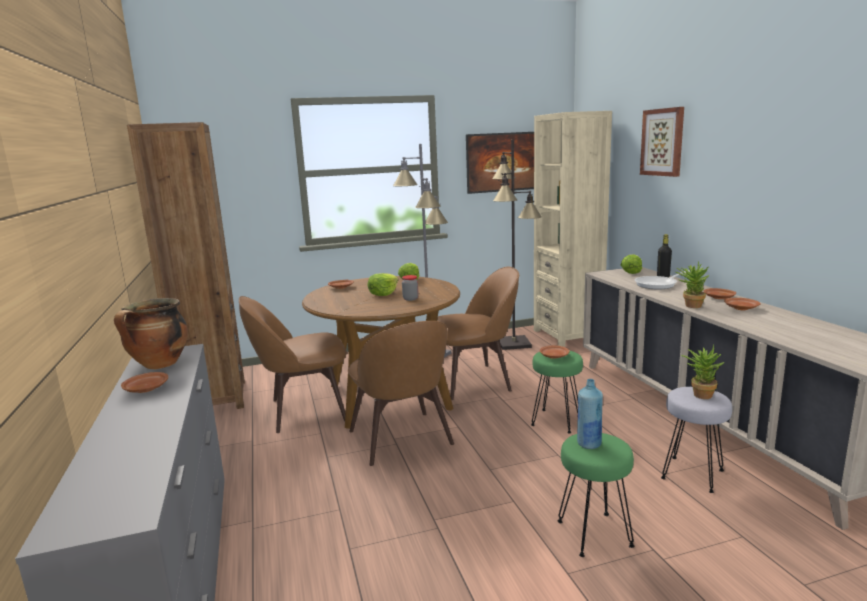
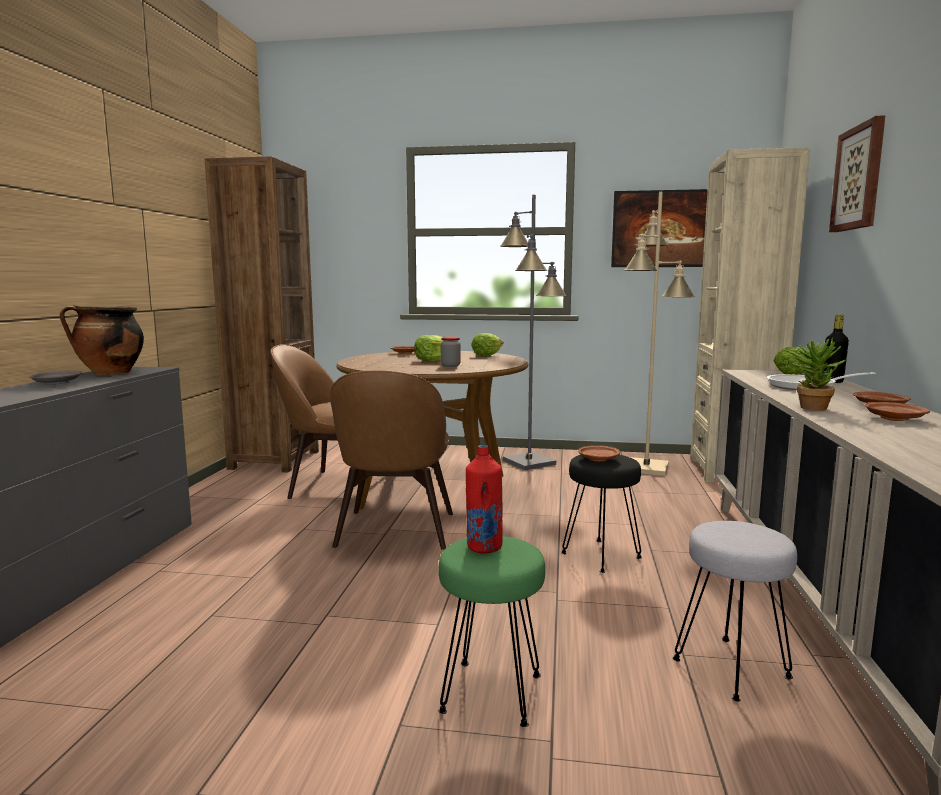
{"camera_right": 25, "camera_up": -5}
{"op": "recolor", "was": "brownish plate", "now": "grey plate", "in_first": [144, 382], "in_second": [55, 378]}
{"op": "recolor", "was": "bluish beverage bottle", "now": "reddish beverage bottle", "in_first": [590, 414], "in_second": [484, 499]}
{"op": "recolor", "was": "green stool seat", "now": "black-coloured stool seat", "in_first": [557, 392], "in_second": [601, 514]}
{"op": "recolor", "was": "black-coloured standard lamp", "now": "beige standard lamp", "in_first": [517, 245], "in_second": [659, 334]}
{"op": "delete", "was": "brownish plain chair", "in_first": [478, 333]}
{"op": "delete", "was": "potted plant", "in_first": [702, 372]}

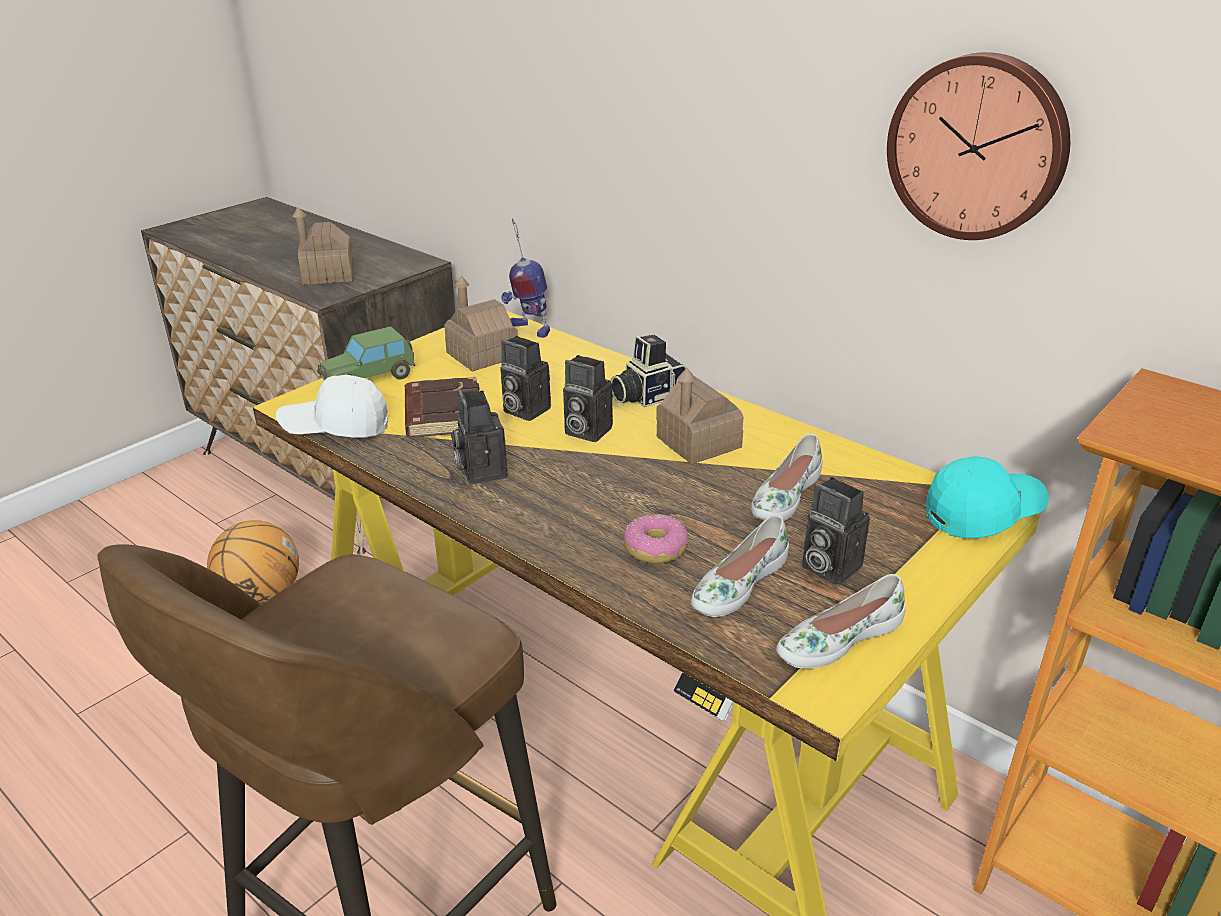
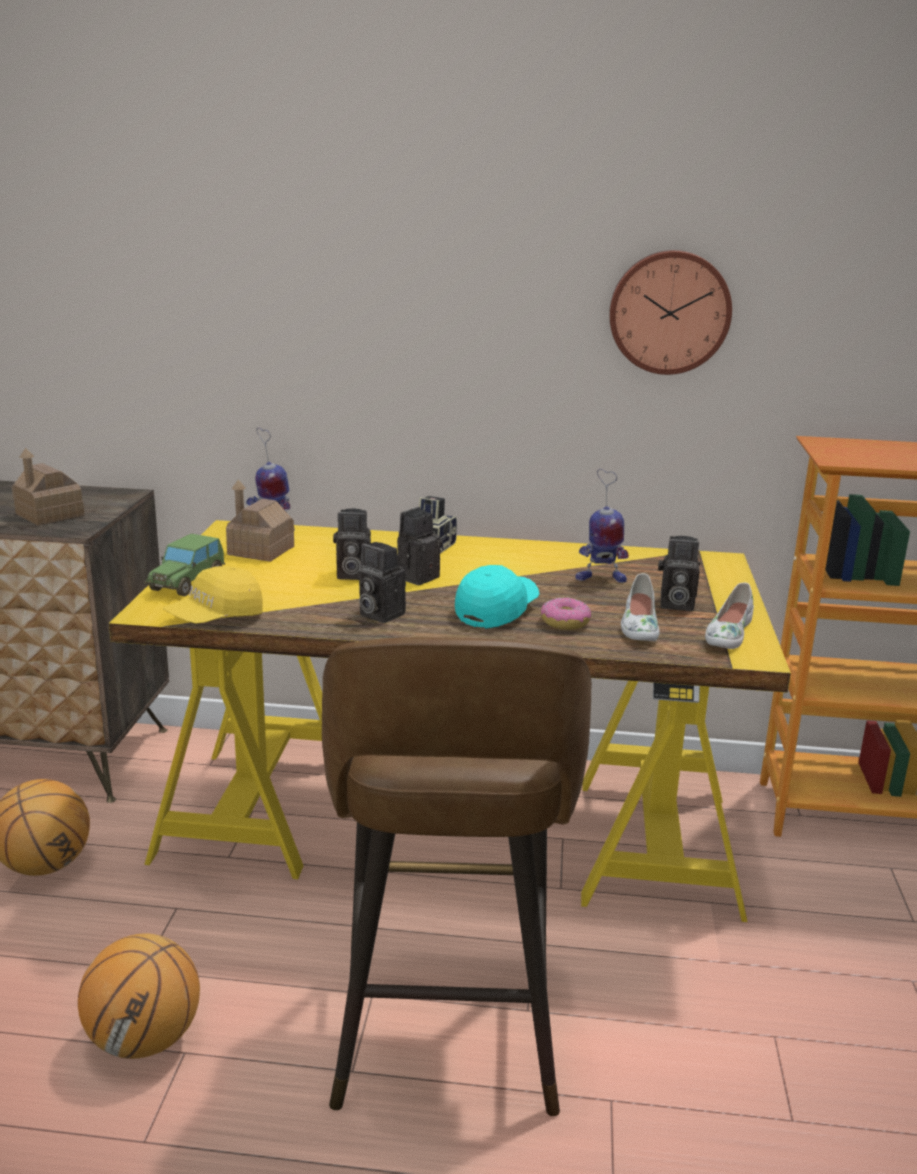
{"camera_right": -35, "camera_up": -10}
{"op": "insert", "now": "ball for basketball", "in_second": [139, 996]}
{"op": "recolor", "was": "whitish cap", "now": "yellowish cap", "in_first": [332, 406], "in_second": [213, 595]}
{"op": "rotate", "was": "photo camera", "in_first": [588, 398], "in_second": [419, 546], "clockwise": 135}
{"op": "move", "was": "turquoise-coloured cap", "in_first": [987, 497], "in_second": [497, 597]}
{"op": "replace", "was": "whitish item of footwear", "now": "model robot", "in_first": [787, 477], "in_second": [602, 526]}
{"op": "delete", "was": "brownish book", "in_first": [442, 407]}
{"op": "delete", "was": "model house", "in_first": [699, 416]}

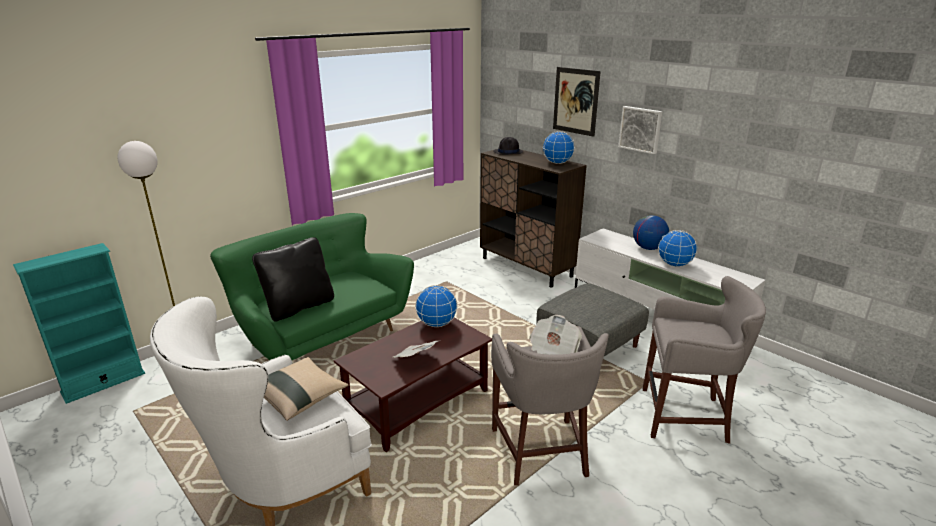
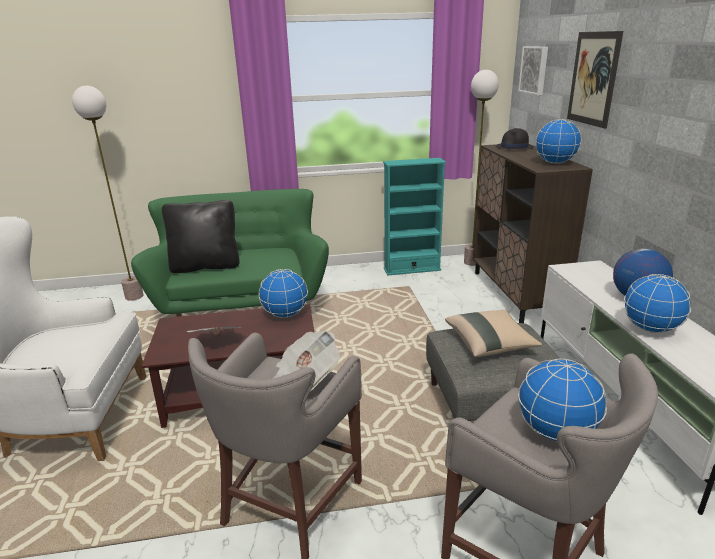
{"camera_right": 35, "camera_up": 0}
{"op": "move", "was": "turquoise-coloured bookcase", "in_first": [79, 323], "in_second": [414, 216]}
{"op": "move", "was": "beige pillow", "in_first": [306, 389], "in_second": [493, 333]}
{"op": "insert", "now": "standard lamp", "in_second": [481, 168]}
{"op": "move", "was": "picture", "in_first": [640, 130], "in_second": [533, 70]}
{"op": "insert", "now": "globe", "in_second": [562, 400]}

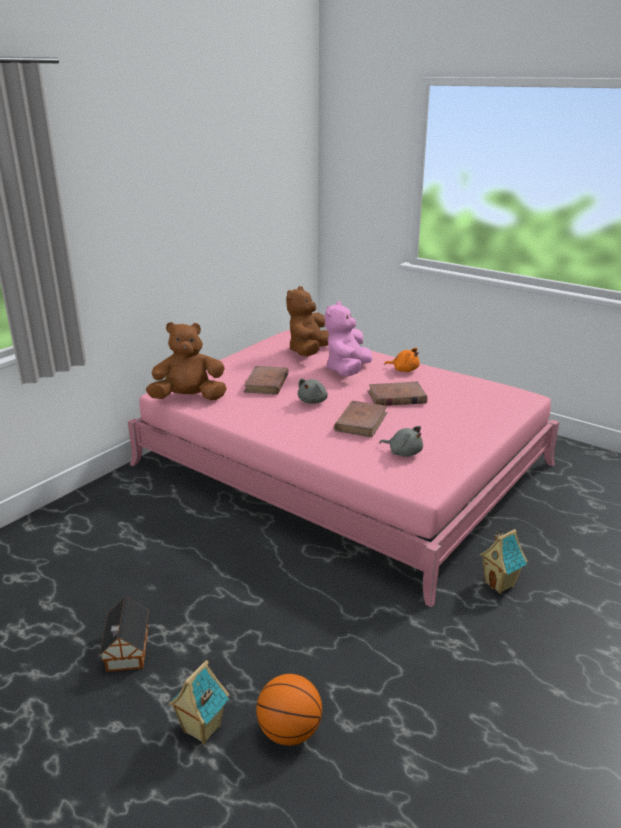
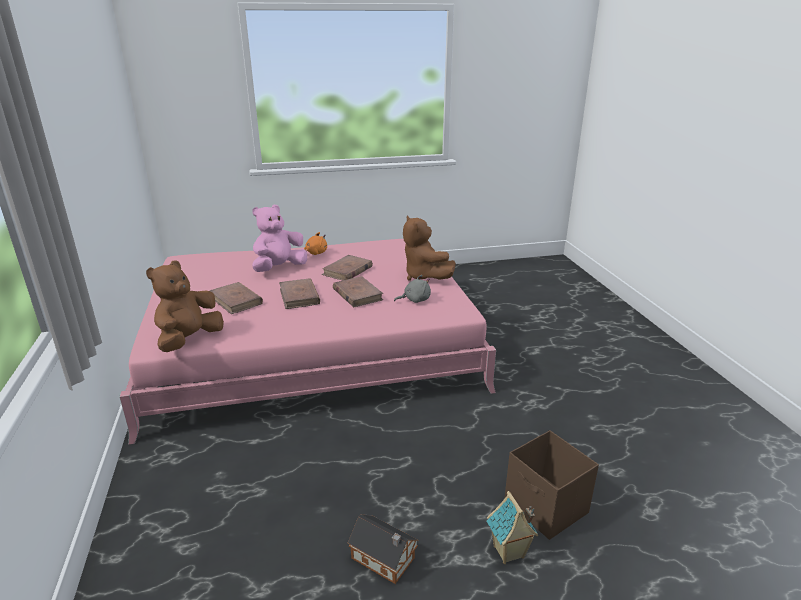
{"camera_right": -50, "camera_up": 0}
{"op": "rotate", "was": "pink cuddly toy", "in_first": [348, 338], "in_second": [279, 238], "clockwise": 75}
{"op": "replace", "was": "grey cuddly toy", "now": "brownish book", "in_first": [313, 391], "in_second": [299, 293]}
{"op": "move", "was": "brownish cuddly toy", "in_first": [307, 321], "in_second": [429, 248]}
{"op": "replace", "was": "ball for basketball", "now": "brownish storage box", "in_first": [289, 710], "in_second": [551, 485]}
{"op": "delete", "was": "model house", "in_first": [503, 560]}

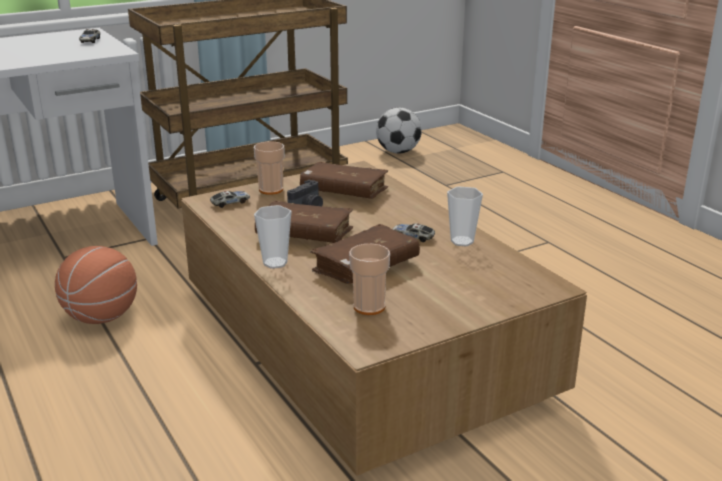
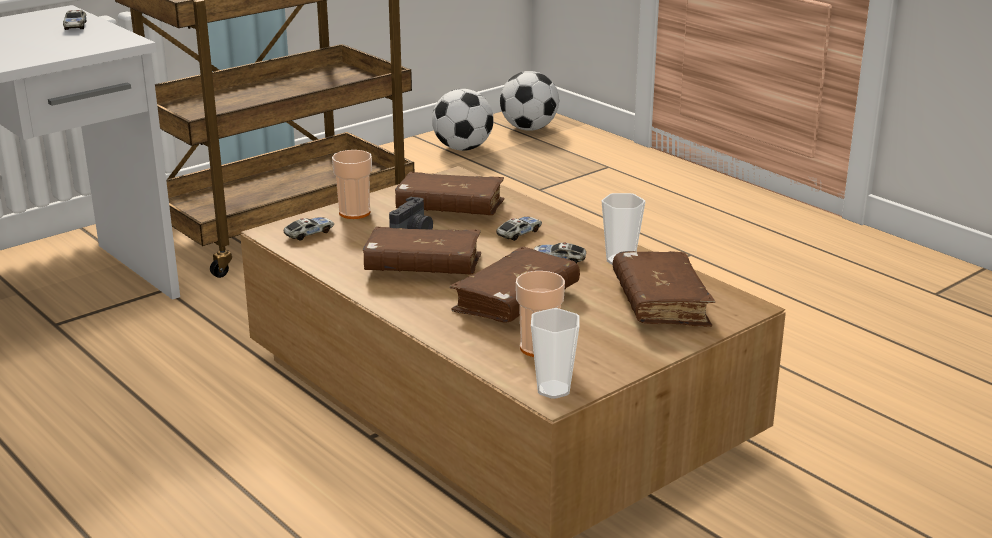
{"camera_right": -10, "camera_up": 0}
{"op": "insert", "now": "model car", "in_second": [519, 229]}
{"op": "insert", "now": "ball for football", "in_second": [529, 101]}
{"op": "move", "was": "drinking cup", "in_first": [273, 237], "in_second": [555, 353]}
{"op": "insert", "now": "brownish book", "in_second": [664, 289]}
{"op": "delete", "was": "ball for basketball", "in_first": [96, 285]}

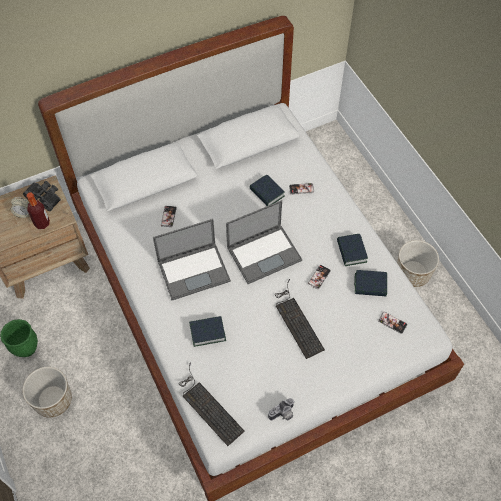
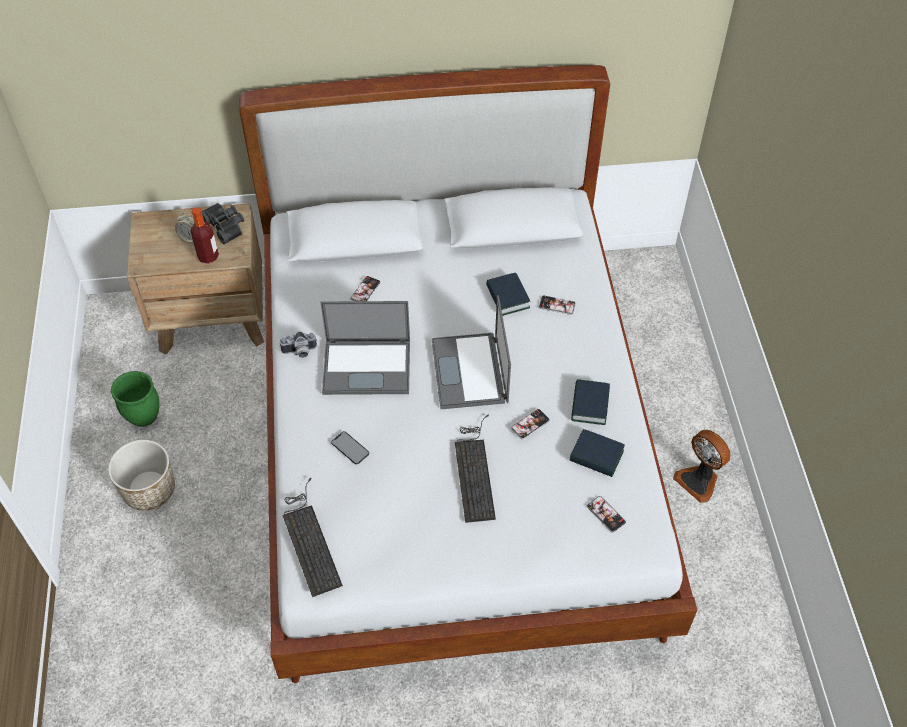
{"camera_right": 20, "camera_up": -5}
{"op": "move", "was": "photo camera", "in_first": [281, 409], "in_second": [298, 345]}
{"op": "replace", "was": "book", "now": "telephone", "in_first": [207, 331], "in_second": [350, 447]}
{"op": "rotate", "was": "notebook computer", "in_first": [264, 242], "in_second": [471, 352], "clockwise": 90}
{"op": "replace", "was": "plant pot", "now": "cooling fan", "in_first": [418, 263], "in_second": [701, 466]}

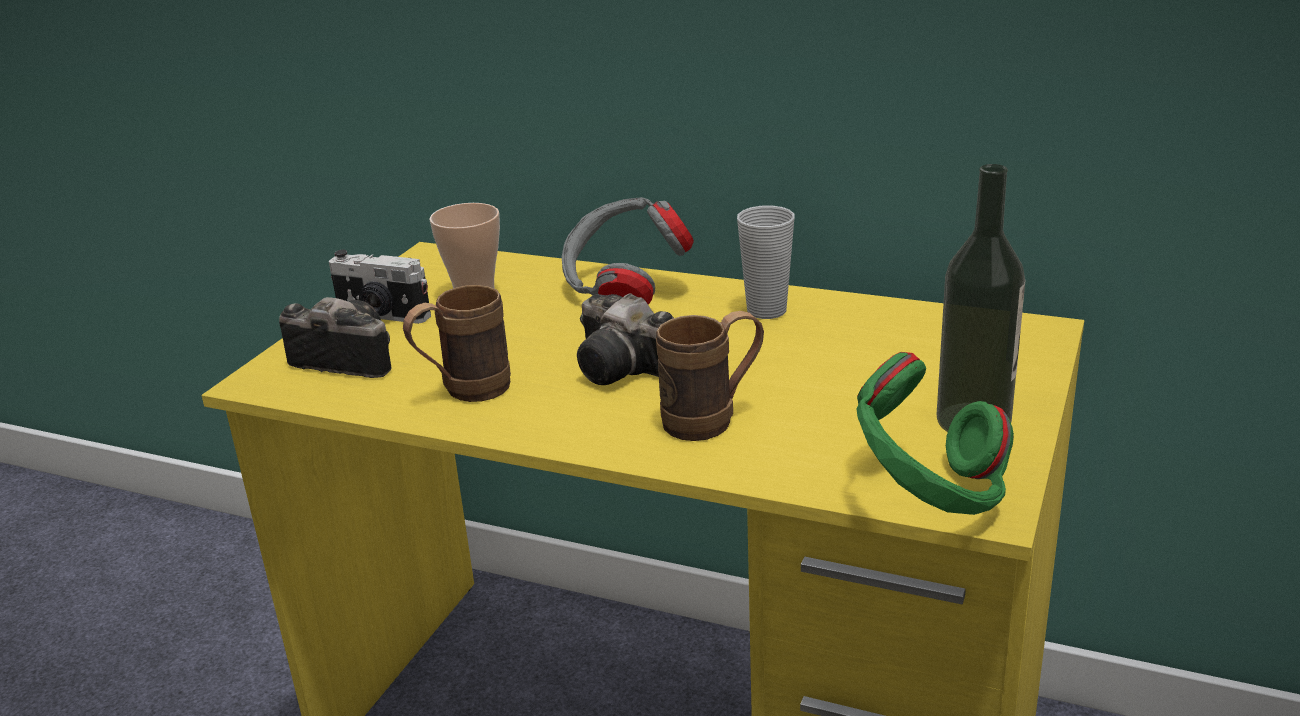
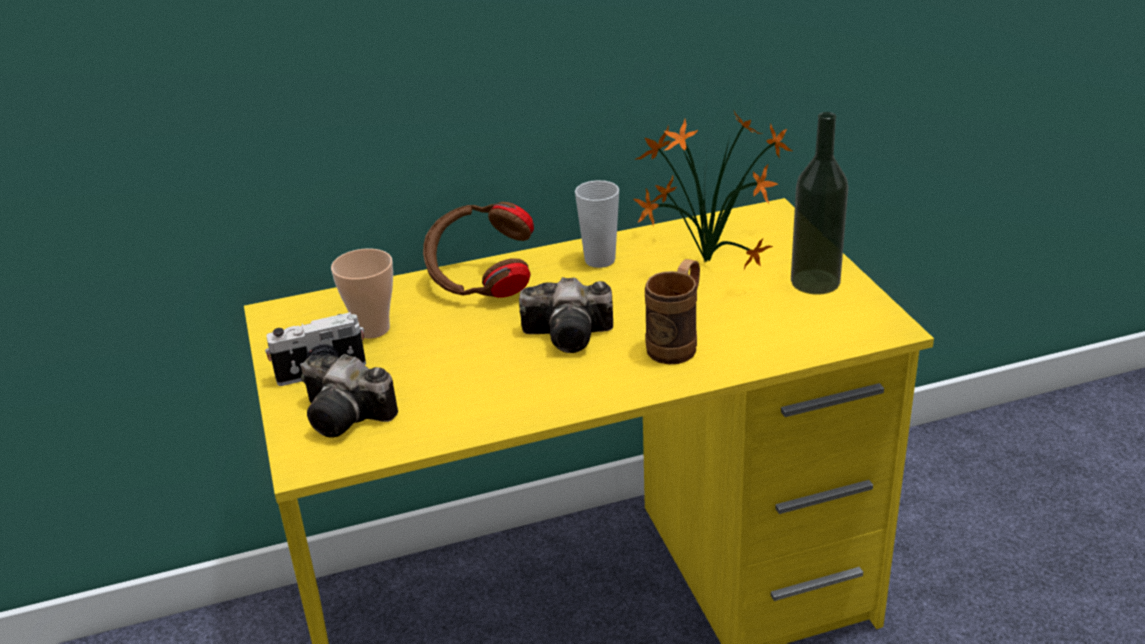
{"camera_right": -40, "camera_up": 5}
{"op": "rotate", "was": "photo camera", "in_first": [335, 337], "in_second": [349, 395], "clockwise": -135}
{"op": "recolor", "was": "grey pair of headphones", "now": "brownish pair of headphones", "in_first": [628, 251], "in_second": [478, 250]}
{"op": "insert", "now": "potted plant", "in_second": [712, 190]}
{"op": "delete", "was": "brownish mug", "in_first": [457, 343]}
{"op": "delete", "was": "green pair of headphones", "in_first": [935, 433]}

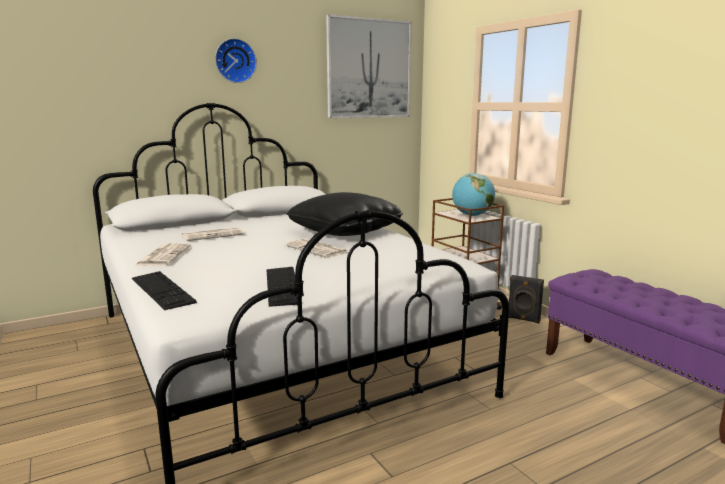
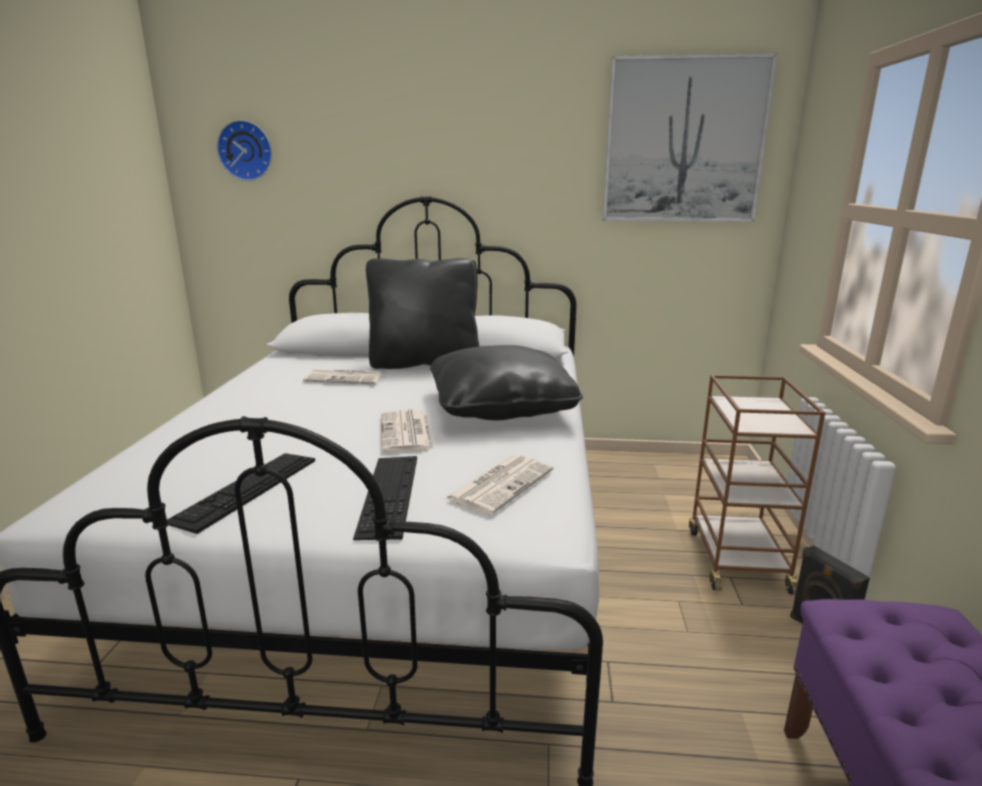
{"camera_right": 35, "camera_up": 5}
{"op": "move", "was": "wall clock", "in_first": [236, 60], "in_second": [244, 150]}
{"op": "move", "was": "PC keyboard", "in_first": [164, 290], "in_second": [385, 498]}
{"op": "insert", "now": "black-coloured pillow", "in_second": [422, 313]}
{"op": "move", "was": "printed paper", "in_first": [163, 254], "in_second": [498, 485]}
{"op": "delete", "was": "globe", "in_first": [473, 194]}

